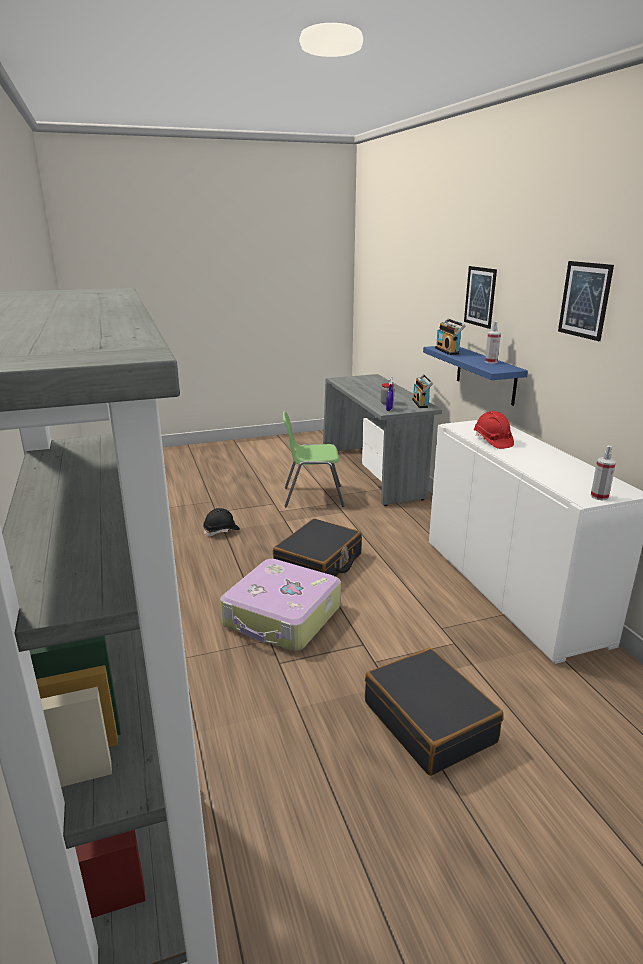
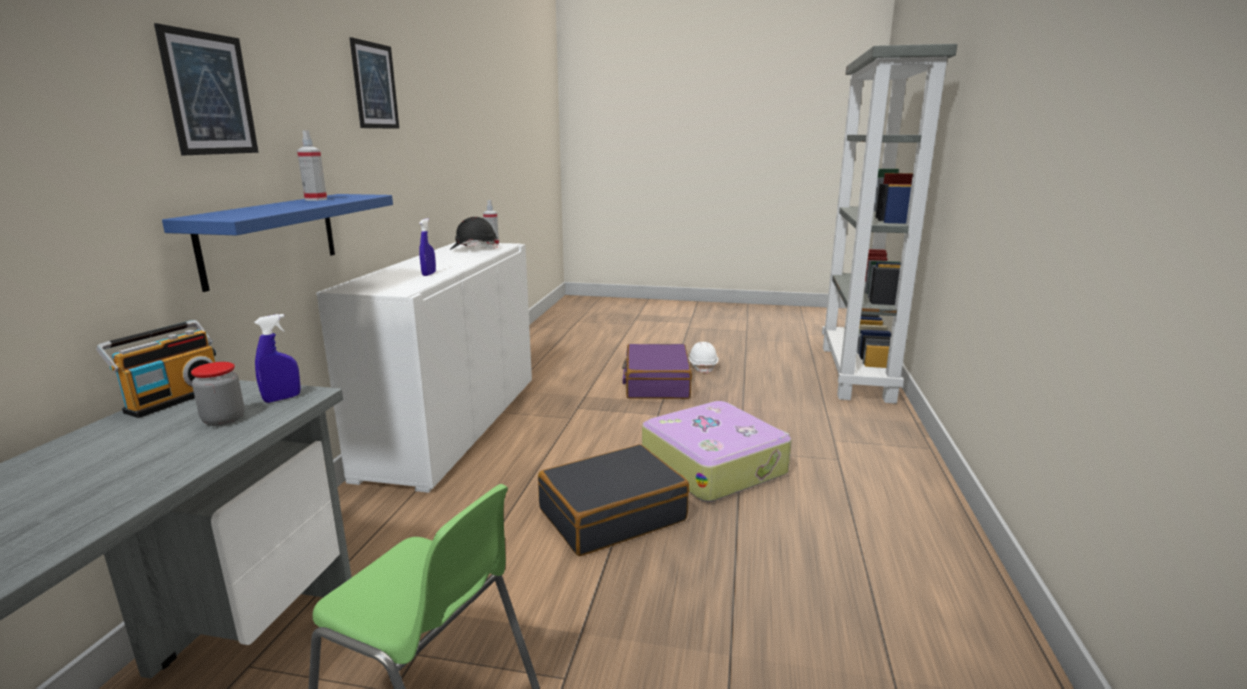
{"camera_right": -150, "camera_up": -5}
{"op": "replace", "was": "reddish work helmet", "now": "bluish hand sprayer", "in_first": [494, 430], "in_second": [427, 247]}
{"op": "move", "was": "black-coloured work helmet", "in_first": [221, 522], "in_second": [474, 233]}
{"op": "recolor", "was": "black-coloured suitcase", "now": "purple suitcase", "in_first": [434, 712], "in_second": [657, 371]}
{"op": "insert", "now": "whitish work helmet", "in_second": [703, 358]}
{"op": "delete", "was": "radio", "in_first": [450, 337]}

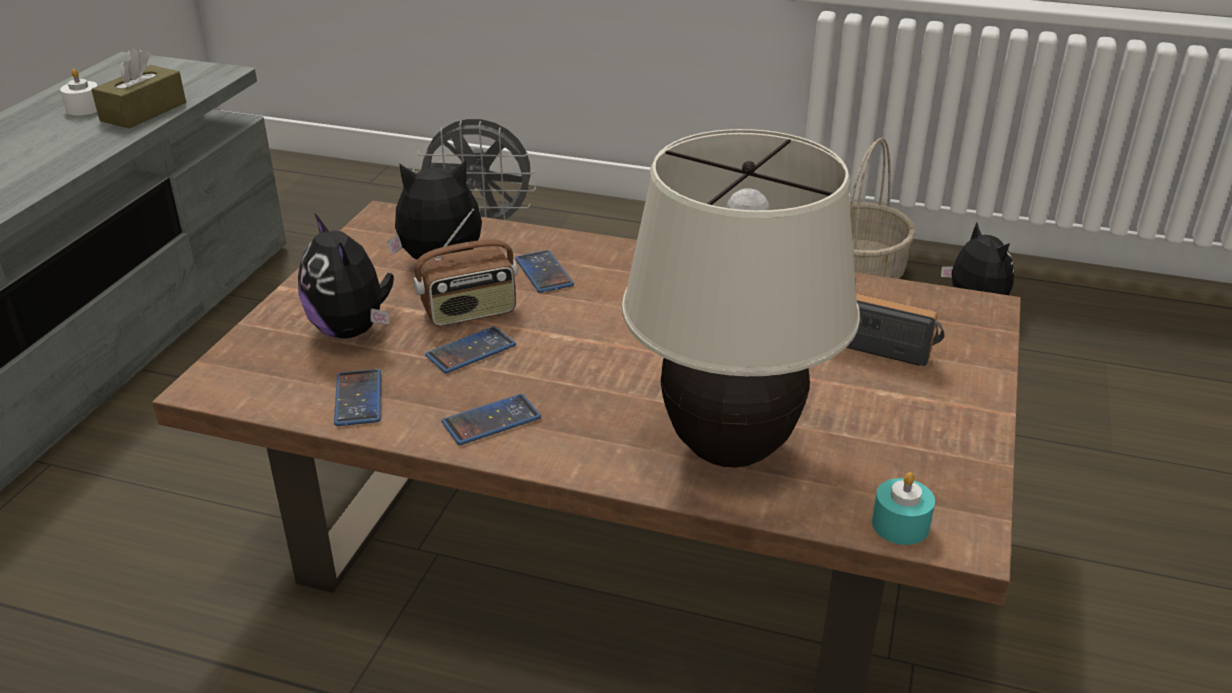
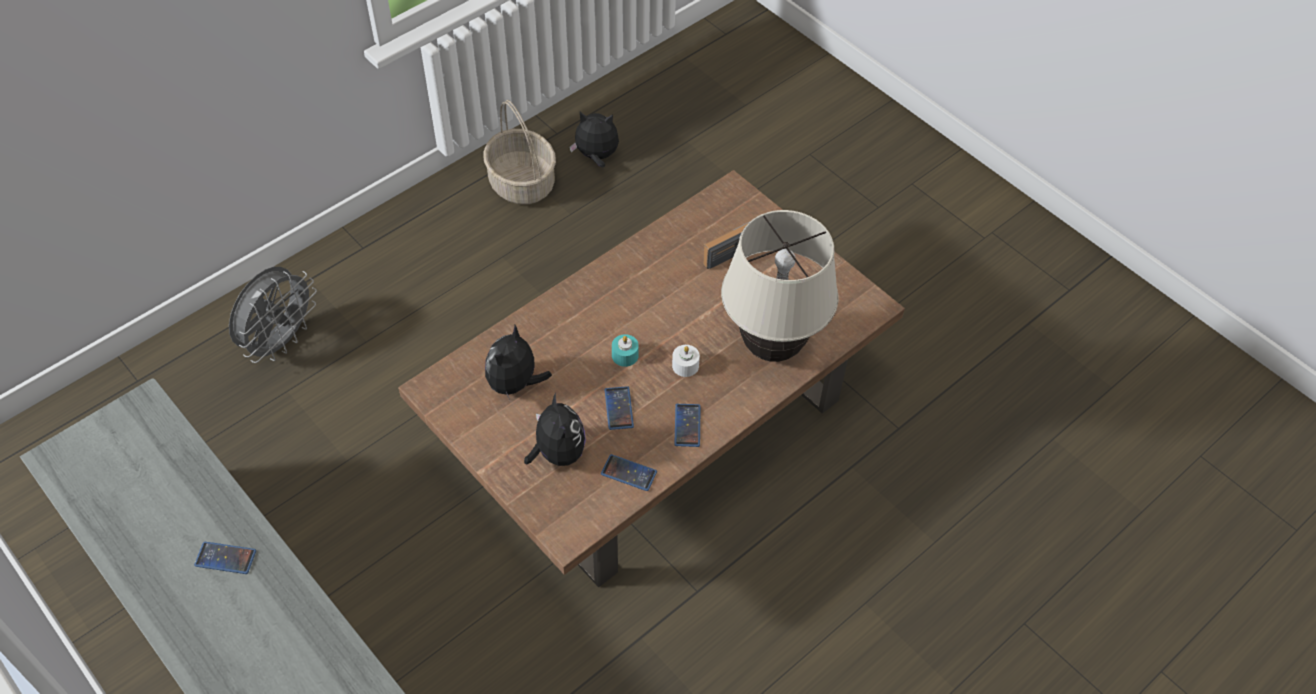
{"camera_right": -60, "camera_up": 20}
{"op": "move", "was": "telephone", "in_first": [544, 271], "in_second": [225, 558]}
{"op": "rotate", "was": "cuddly toy", "in_first": [346, 276], "in_second": [555, 429], "clockwise": -105}
{"op": "move", "was": "turquoise-coloured wax light", "in_first": [903, 508], "in_second": [625, 350]}
{"op": "move", "was": "whitish wax light", "in_first": [79, 92], "in_second": [686, 361]}
{"op": "delete", "was": "brownish tissue box", "in_first": [138, 88]}
{"op": "delete", "was": "radio", "in_first": [465, 267]}

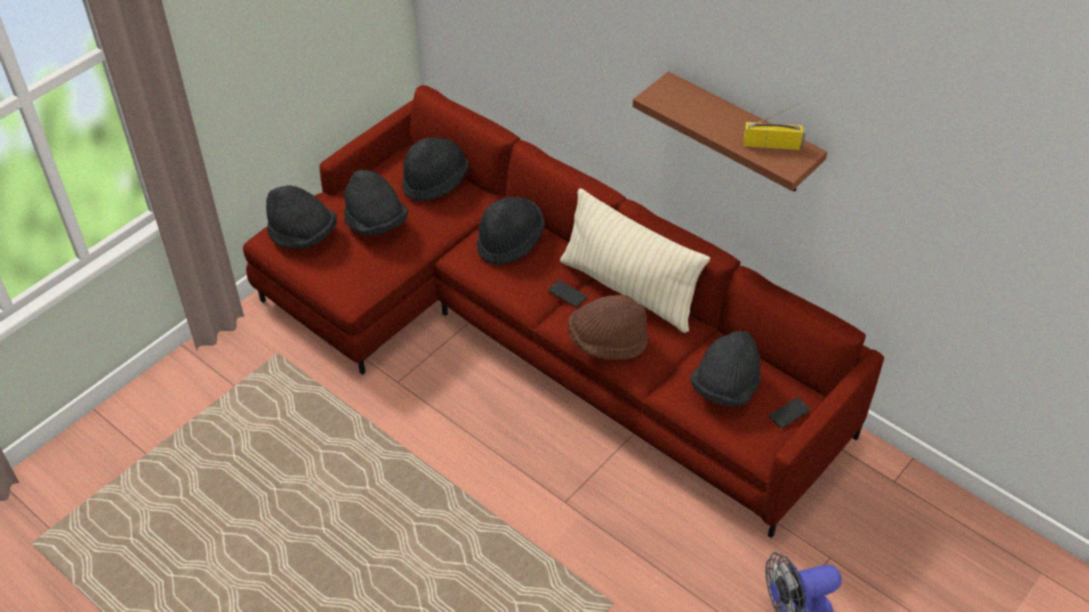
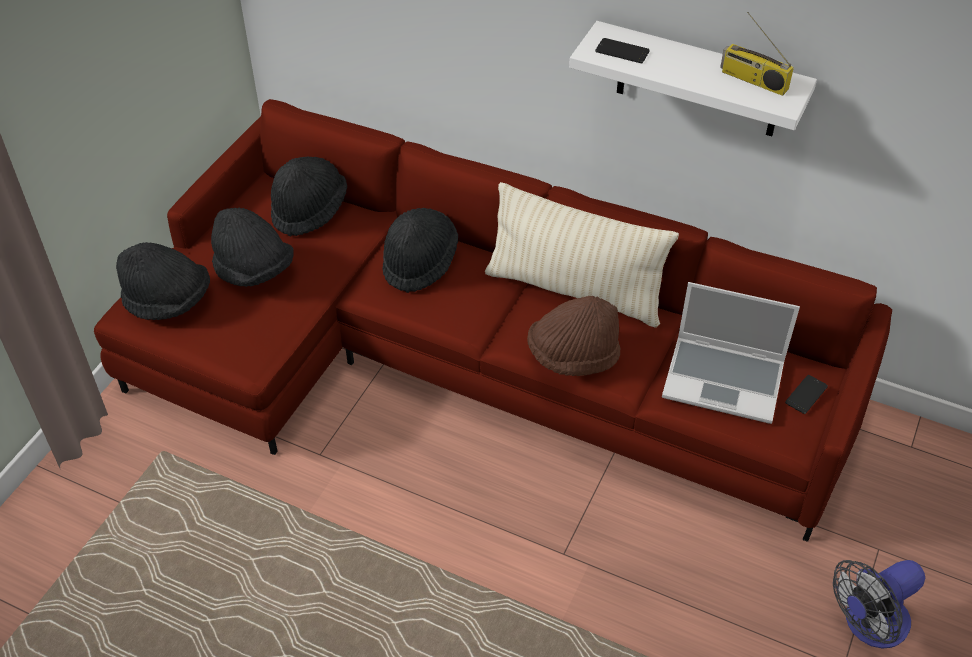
{"camera_right": -15, "camera_up": 0}
{"op": "recolor", "was": "brownish shelf", "now": "whitish shelf", "in_first": [730, 132], "in_second": [693, 78]}
{"op": "move", "was": "telephone", "in_first": [567, 293], "in_second": [622, 50]}
{"op": "replace", "was": "black-coloured hat", "now": "notebook computer", "in_first": [725, 369], "in_second": [731, 353]}
{"op": "rotate", "was": "radio", "in_first": [774, 126], "in_second": [757, 54], "clockwise": -135}

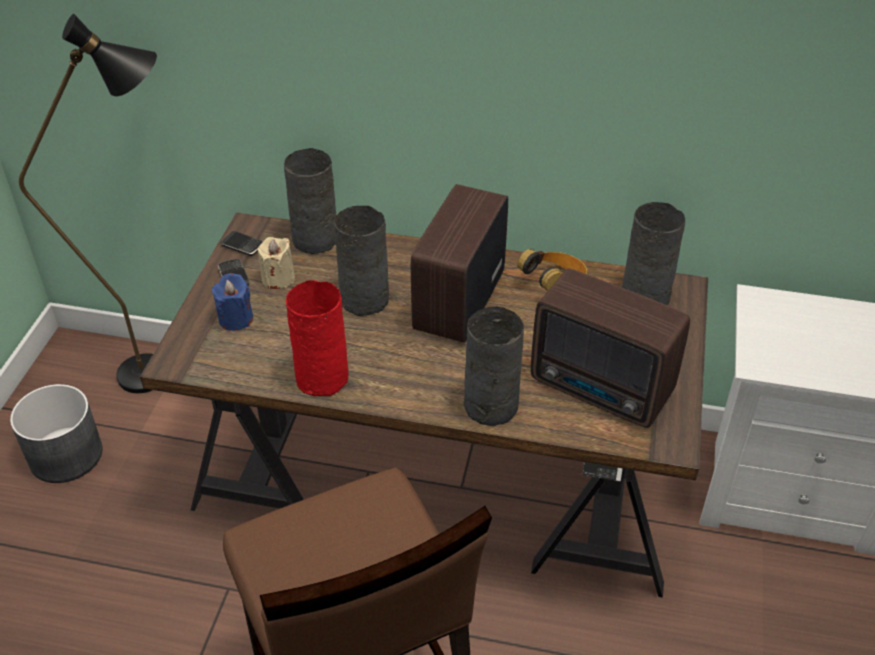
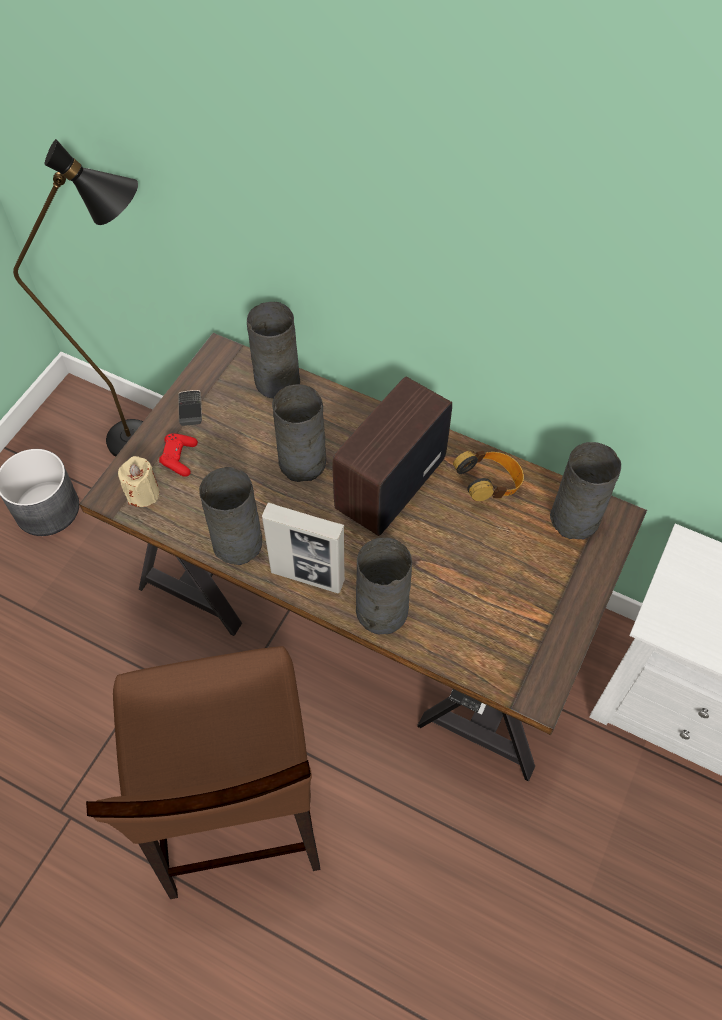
{"camera_right": 15, "camera_up": 15}
{"op": "move", "was": "beige wax light", "in_first": [276, 263], "in_second": [139, 481]}
{"op": "replace", "was": "bluish wax light", "now": "reddish gamepad", "in_first": [232, 302], "in_second": [178, 455]}
{"op": "recolor", "was": "reddish flower vase", "now": "grey flower vase", "in_first": [317, 338], "in_second": [230, 516]}
{"op": "insert", "now": "photo frame", "in_second": [303, 548]}
{"op": "delete", "was": "telephone", "in_first": [241, 243]}
{"op": "delete", "was": "radio", "in_first": [610, 348]}

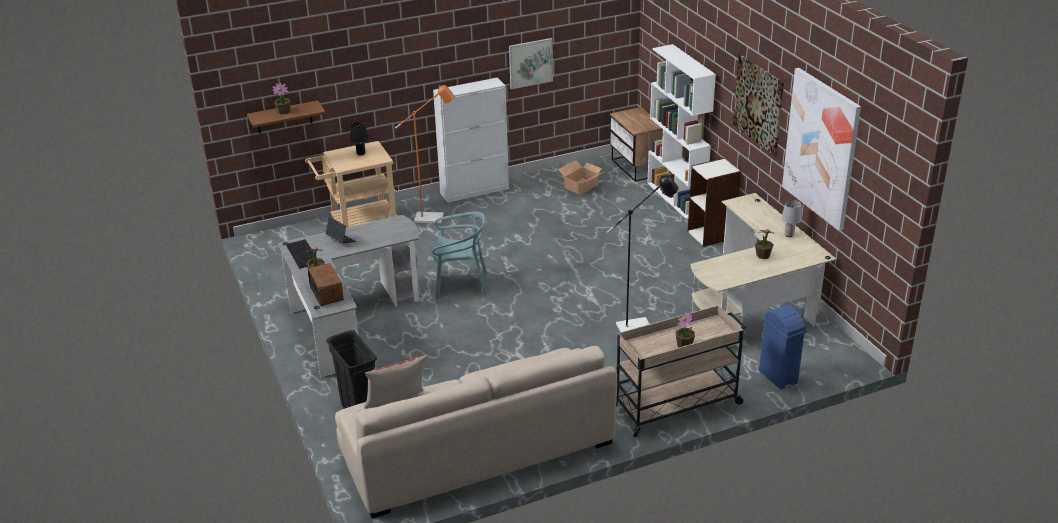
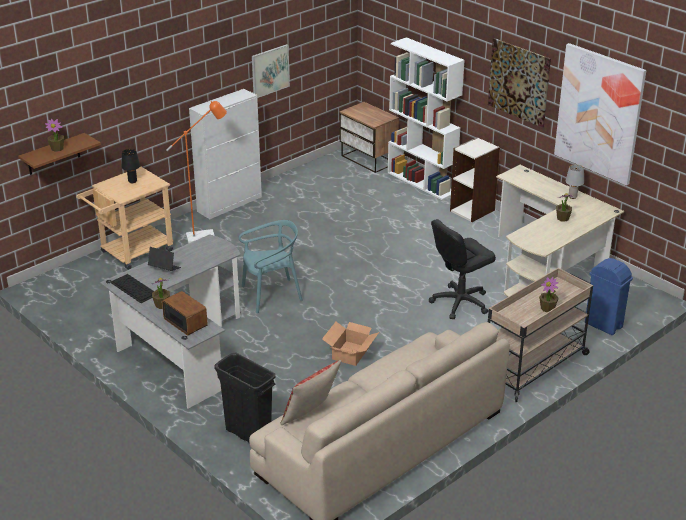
{"camera_right": -20, "camera_up": 0}
{"op": "move", "was": "cardboard box", "in_first": [581, 177], "in_second": [350, 344]}
{"op": "replace", "was": "black-coloured standard lamp", "now": "black-coloured office chair", "in_first": [642, 253], "in_second": [462, 269]}

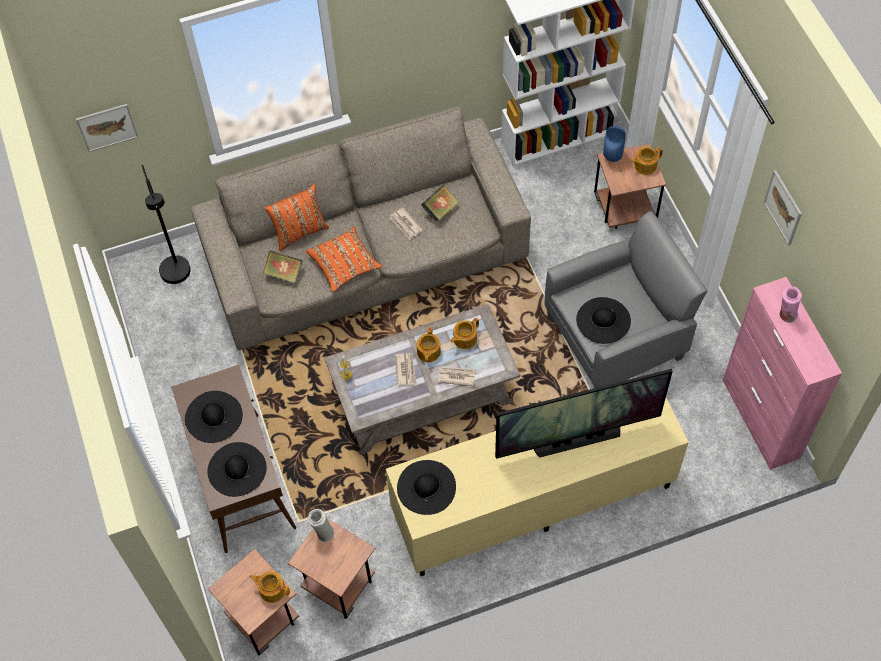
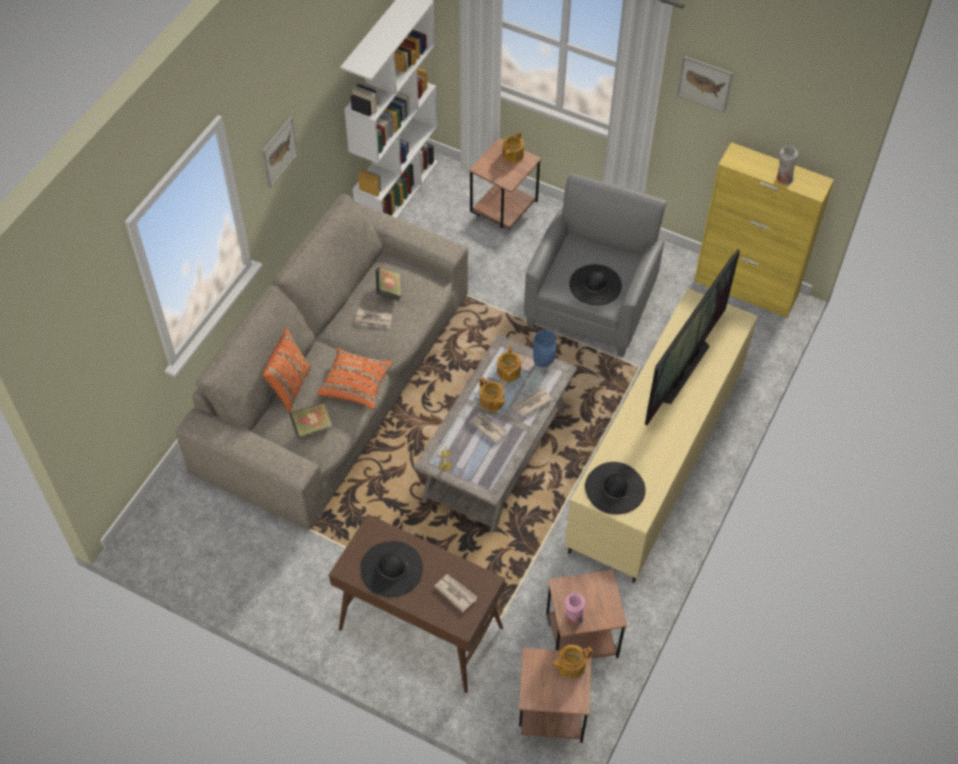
{"camera_right": -45, "camera_up": -5}
{"op": "move", "was": "picture", "in_first": [107, 128], "in_second": [280, 152]}
{"op": "replace", "was": "black-coloured hat", "now": "printed paper", "in_first": [237, 469], "in_second": [455, 593]}
{"op": "move", "was": "bluish flower vase", "in_first": [614, 144], "in_second": [544, 348]}
{"op": "move", "was": "pink flower vase", "in_first": [791, 304], "in_second": [575, 609]}
{"op": "recolor", "was": "pink cabinet", "now": "yellowish cabinet", "in_first": [782, 373], "in_second": [764, 230]}
{"op": "move", "was": "whitish flower vase", "in_first": [321, 525], "in_second": [787, 165]}
{"op": "delete", "was": "black-coloured standard lamp", "in_first": [166, 224]}

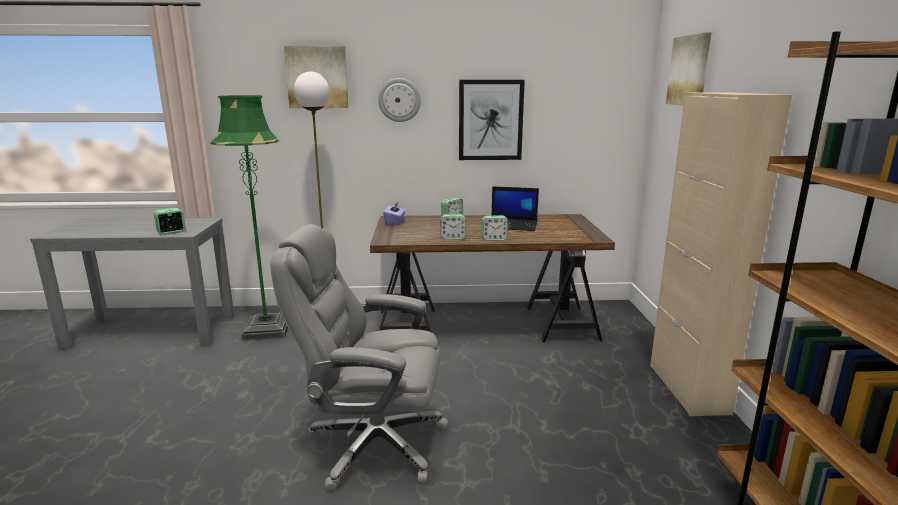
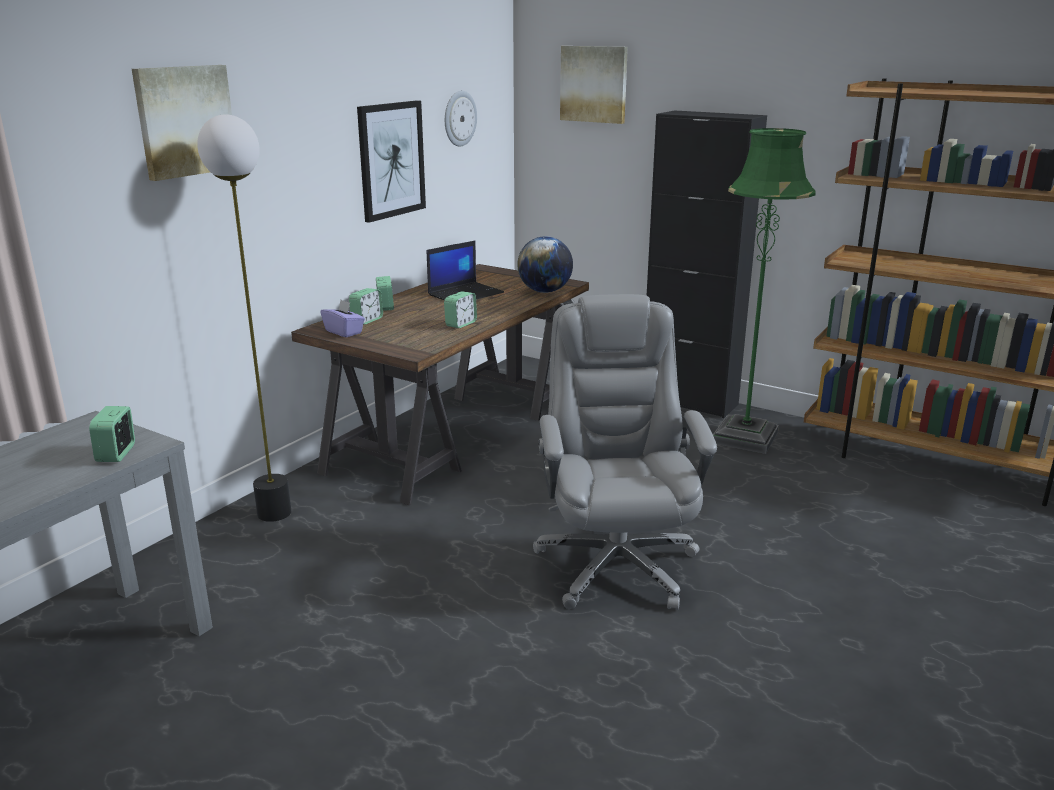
{"camera_right": -55, "camera_up": 5}
{"op": "move", "was": "table clock", "in_first": [495, 228], "in_second": [366, 306]}
{"op": "move", "was": "wall clock", "in_first": [399, 100], "in_second": [461, 119]}
{"op": "insert", "now": "globe", "in_second": [545, 264]}
{"op": "rotate", "was": "grey office chair", "in_first": [359, 358], "in_second": [625, 452], "clockwise": 135}
{"op": "recolor", "was": "beige cabinet", "now": "black-coloured cabinet", "in_first": [721, 254], "in_second": [707, 264]}
{"op": "move", "was": "green standard lamp", "in_first": [249, 218], "in_second": [764, 291]}

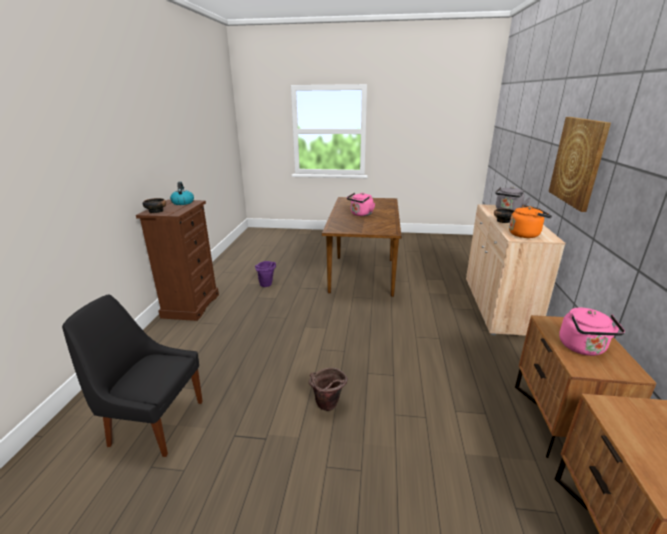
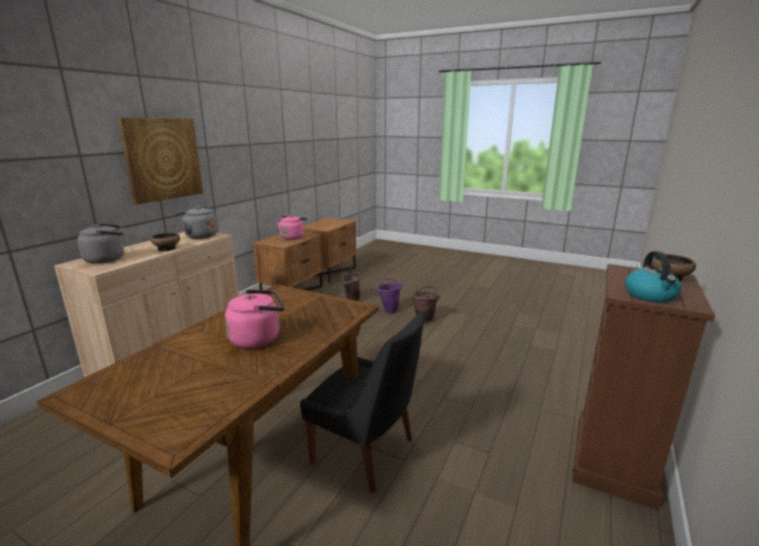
{"camera_right": -160, "camera_up": -5}
{"op": "recolor", "was": "orangey water kettle", "now": "grey water kettle", "in_first": [530, 221], "in_second": [196, 222]}
{"op": "move", "was": "black-coloured plain chair", "in_first": [132, 375], "in_second": [362, 402]}
{"op": "insert", "now": "brownish bucket", "in_second": [350, 286]}
{"op": "move", "was": "purple bucket", "in_first": [265, 274], "in_second": [389, 295]}

